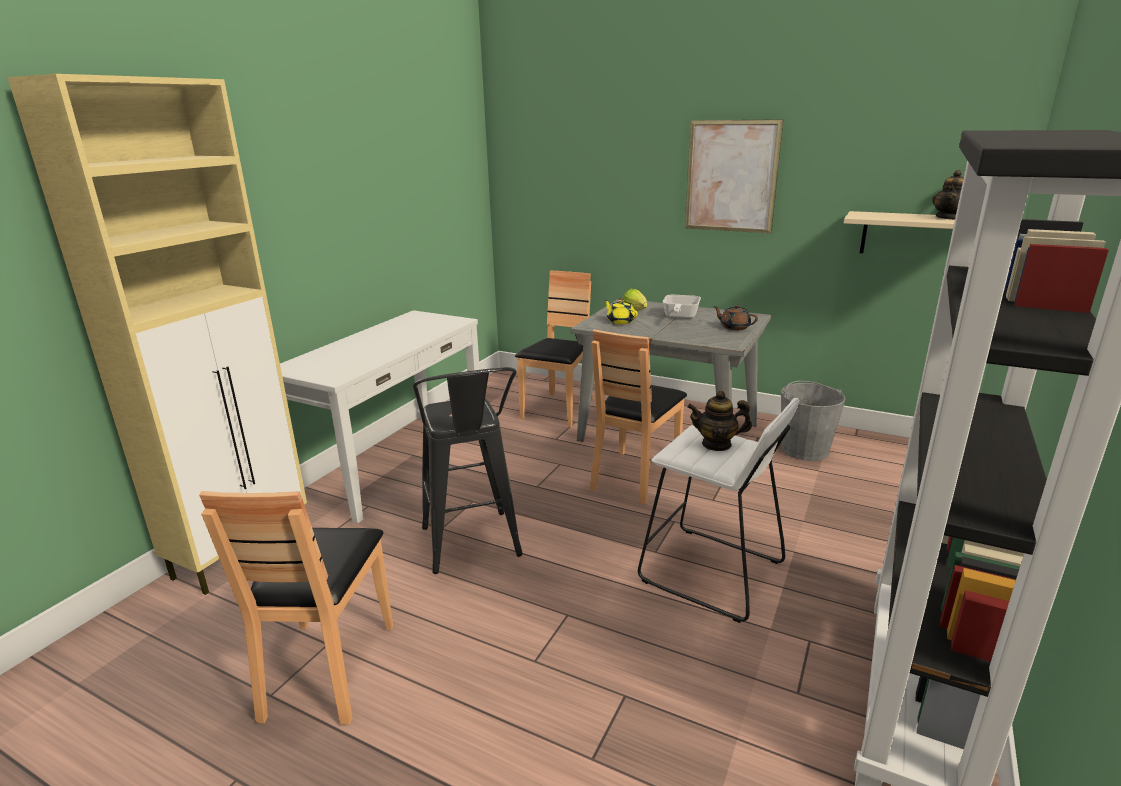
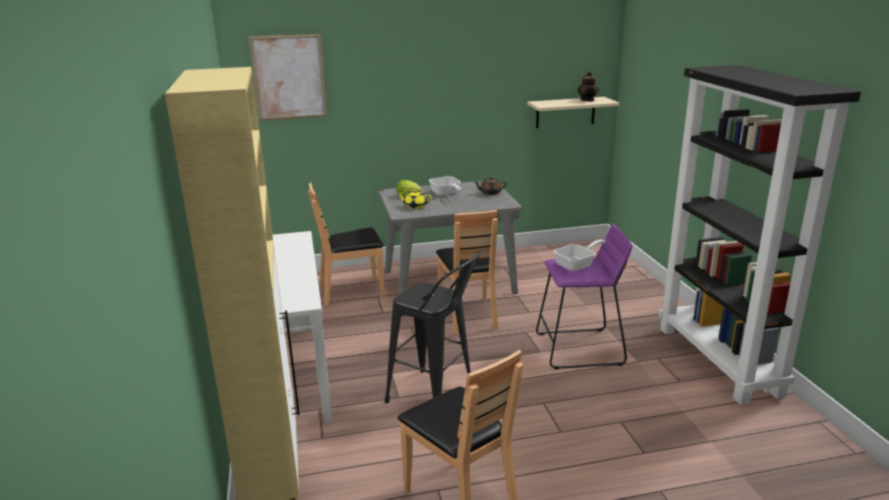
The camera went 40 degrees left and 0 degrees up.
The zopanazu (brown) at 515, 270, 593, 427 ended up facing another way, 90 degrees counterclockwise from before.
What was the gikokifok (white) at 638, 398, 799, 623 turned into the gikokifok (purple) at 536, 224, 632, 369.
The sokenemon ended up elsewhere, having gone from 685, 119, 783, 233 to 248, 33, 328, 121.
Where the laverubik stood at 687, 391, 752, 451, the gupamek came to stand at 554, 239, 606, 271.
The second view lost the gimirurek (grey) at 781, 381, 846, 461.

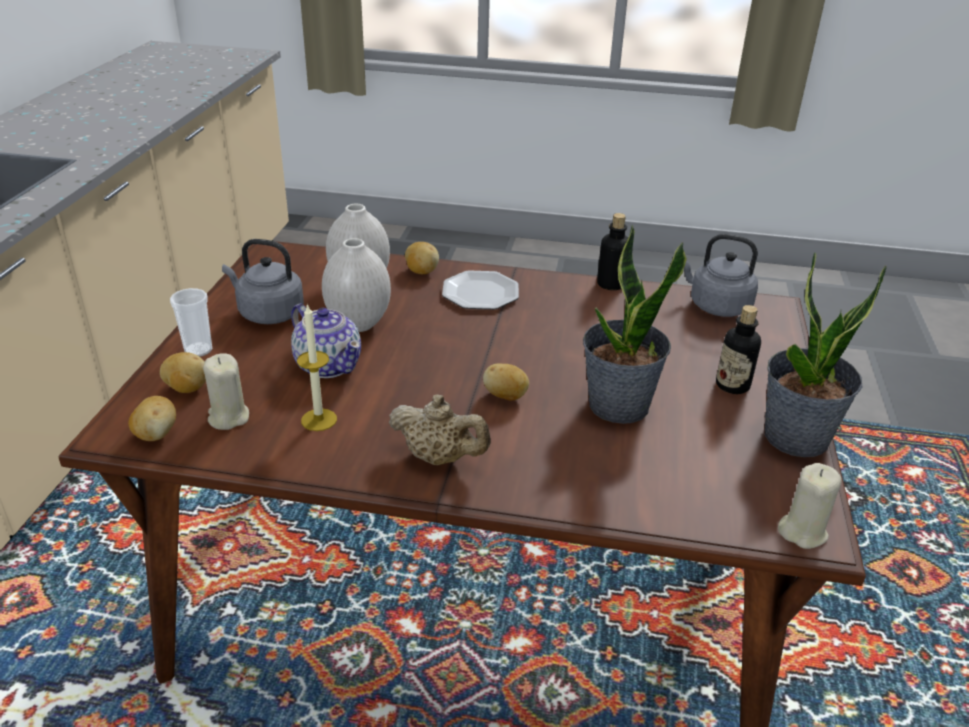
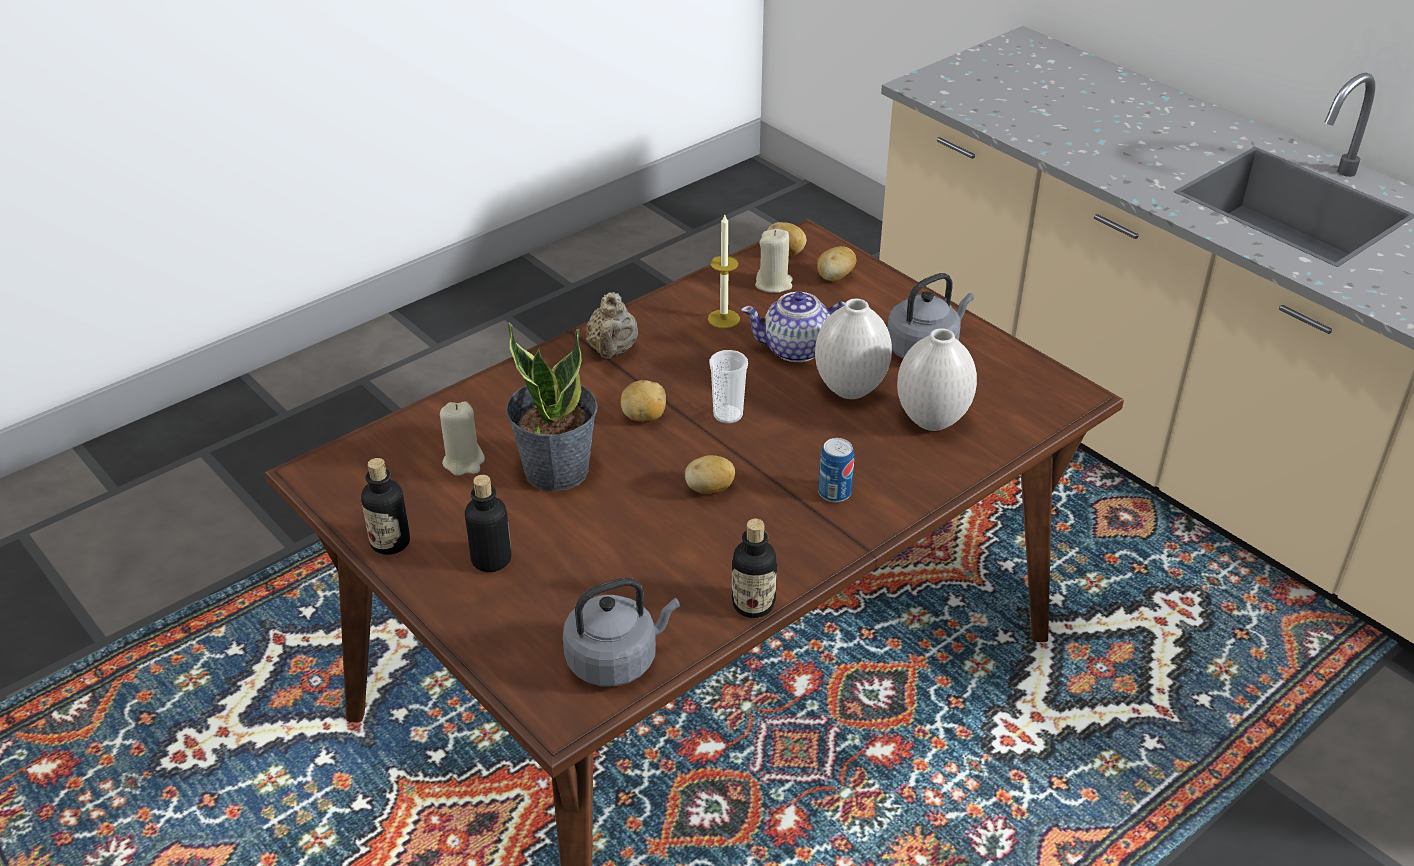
The camera went 130 degrees right and 5 degrees up.
The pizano ended up elsewhere, having gone from 170, 288, 212, 357 to 709, 350, 748, 424.
The laverubik (beige) at 389, 394, 491, 465 ended up facing another way, 60 degrees counterclockwise from before.
The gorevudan ended up elsewhere, having gone from 405, 242, 439, 274 to 685, 455, 735, 493.
Where the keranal stood at 442, 270, 519, 310, the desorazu came to stand at 818, 438, 854, 502.
Where the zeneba stood at 765, 252, 887, 457, the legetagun came to stand at 361, 458, 410, 555.
The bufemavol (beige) ended up elsewhere, having gone from 778, 463, 842, 549 to 440, 401, 485, 476.

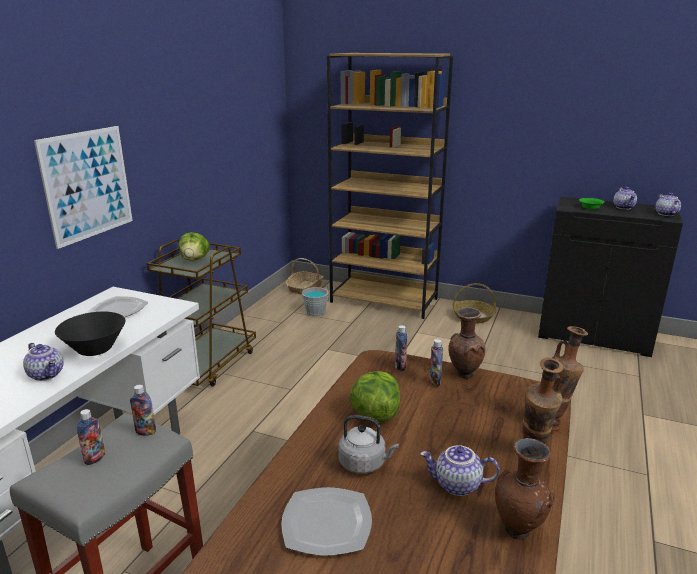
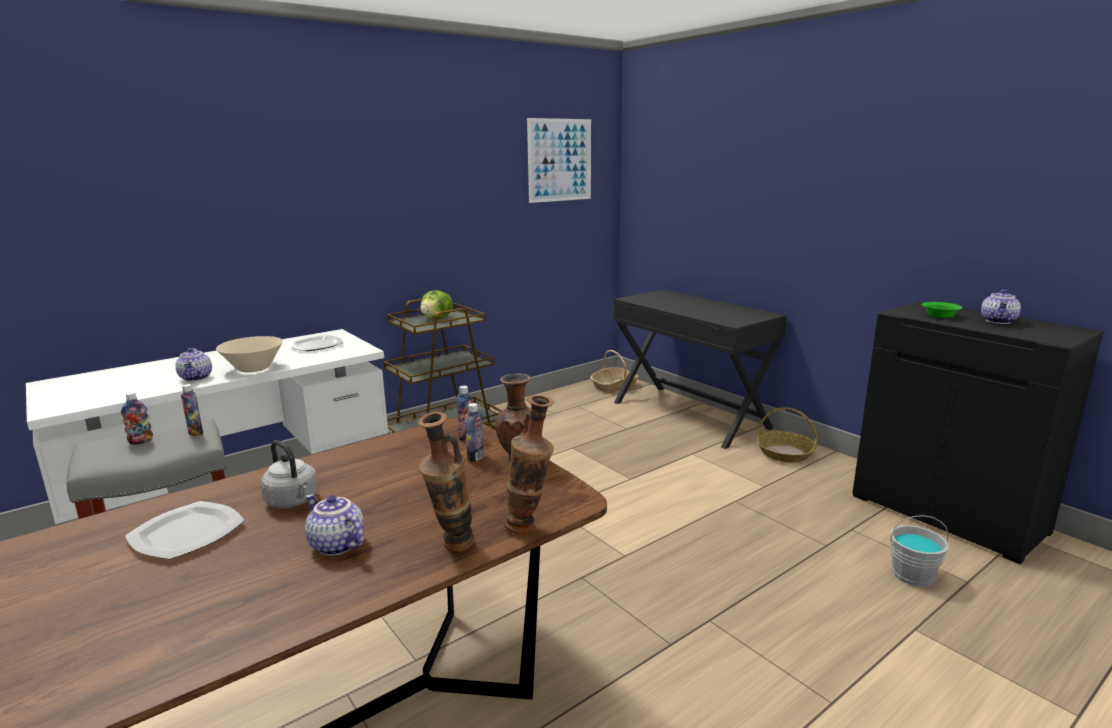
The camera went 30 degrees right and 5 degrees down.
The sokenemon ended up elsewhere, having gone from 34, 126, 133, 249 to 527, 118, 591, 203.
What was the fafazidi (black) at 55, 312, 125, 356 turned into the fafazidi (beige) at 216, 336, 283, 373.
The gimirurek (grey) ended up elsewhere, having gone from 302, 279, 329, 317 to 890, 515, 949, 587.
Where the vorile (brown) stood at 327, 53, 453, 319, the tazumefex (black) came to stand at 614, 290, 787, 449.
The second view lost the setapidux at 349, 371, 400, 423.
The second view lost the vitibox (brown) at 495, 438, 555, 539.
The second view lost the laverubik at 655, 193, 681, 216.

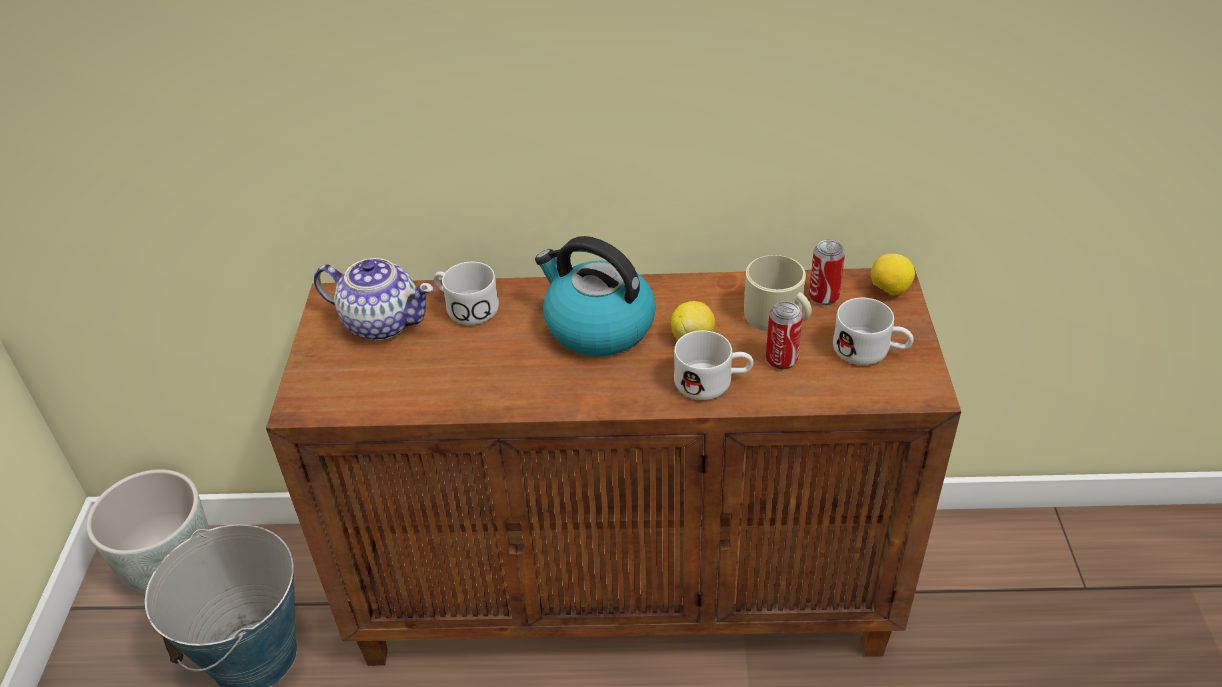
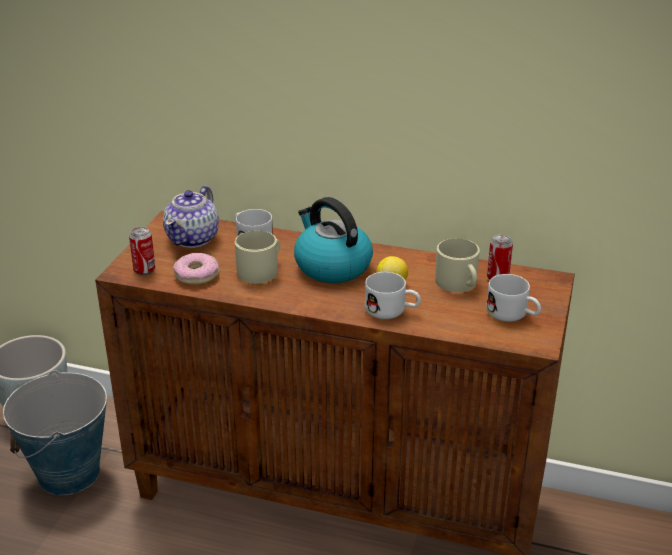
The camera went 15 degrees right and 10 degrees down.
The laverubik at 314, 258, 434, 341 ended up facing another way, 75 degrees clockwise from before.
The desorazu ended up elsewhere, having gone from 766, 301, 803, 369 to 129, 227, 155, 275.
The second view lost the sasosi at 871, 254, 915, 296.
The second view gained the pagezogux at 173, 253, 219, 285.
The second view gained the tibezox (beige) at 235, 231, 280, 283.

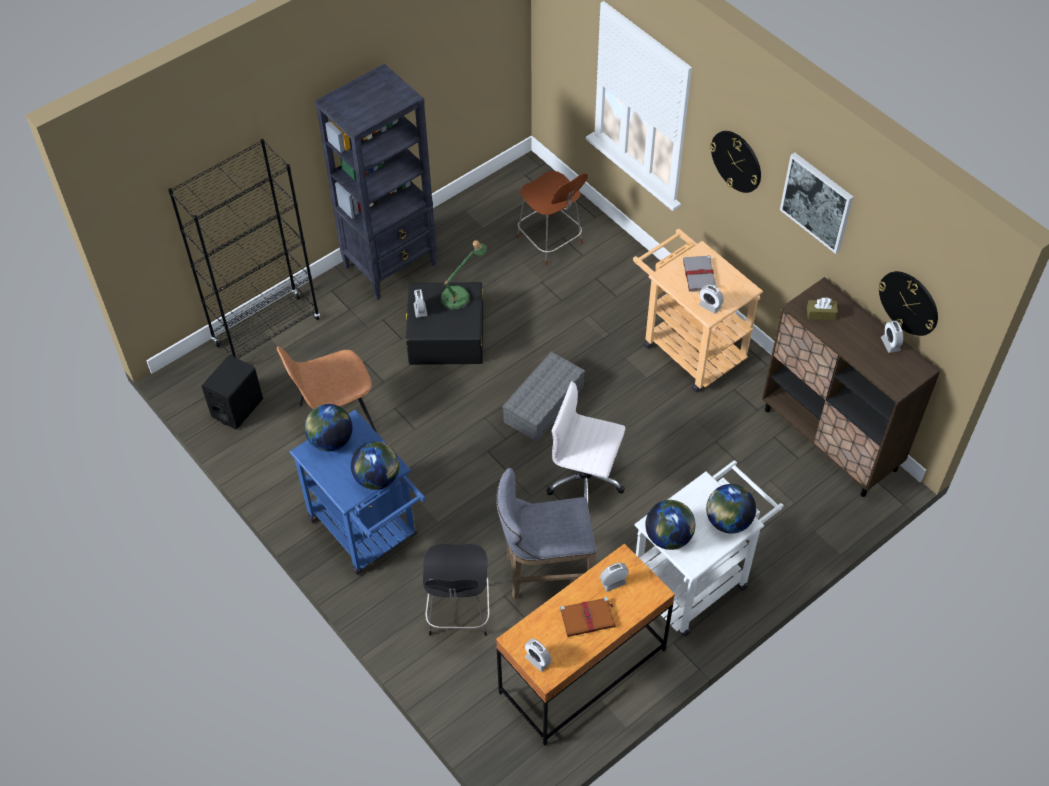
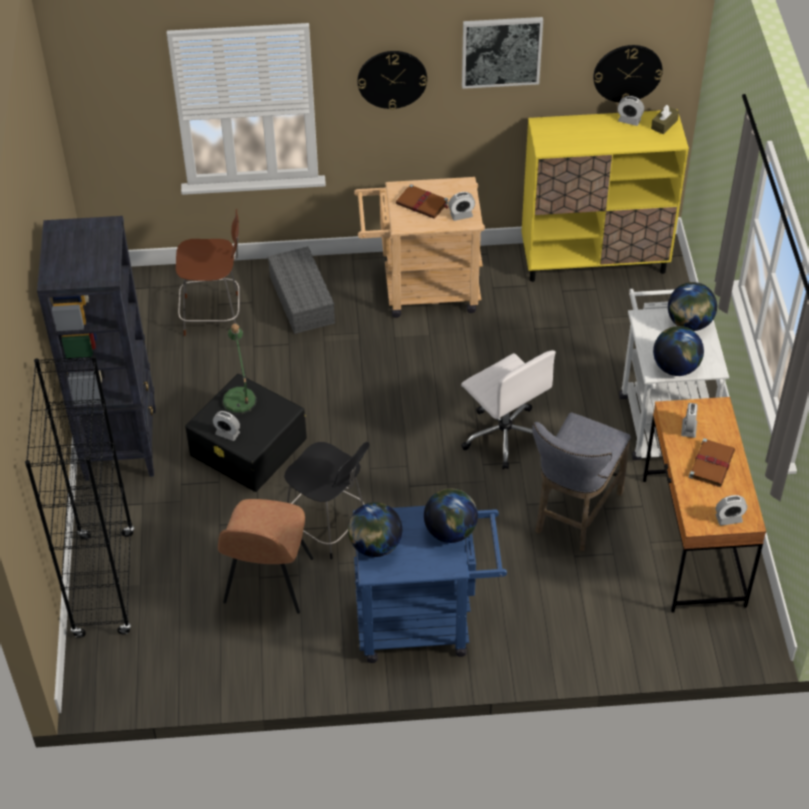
The camera went 55 degrees left and 5 degrees down.
The second view lost the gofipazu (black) at 202, 355, 263, 430.
The zopanazu (black) ended up elsewhere, having gone from 423, 544, 490, 636 to 284, 442, 370, 559.
The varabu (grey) ended up elsewhere, having gone from 502, 352, 585, 441 to 267, 246, 335, 334.
The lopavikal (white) at 546, 381, 625, 502 ended up facing another way, 90 degrees counterclockwise from before.
What was the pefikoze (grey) at 683, 255, 717, 292 turned into the pefikoze (brown) at 396, 184, 448, 219.
What was the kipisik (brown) at 762, 277, 941, 497 turned into the kipisik (yellow) at 521, 109, 689, 282.
The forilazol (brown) ended up elsewhere, having gone from 807, 298, 838, 320 to 651, 105, 679, 134.

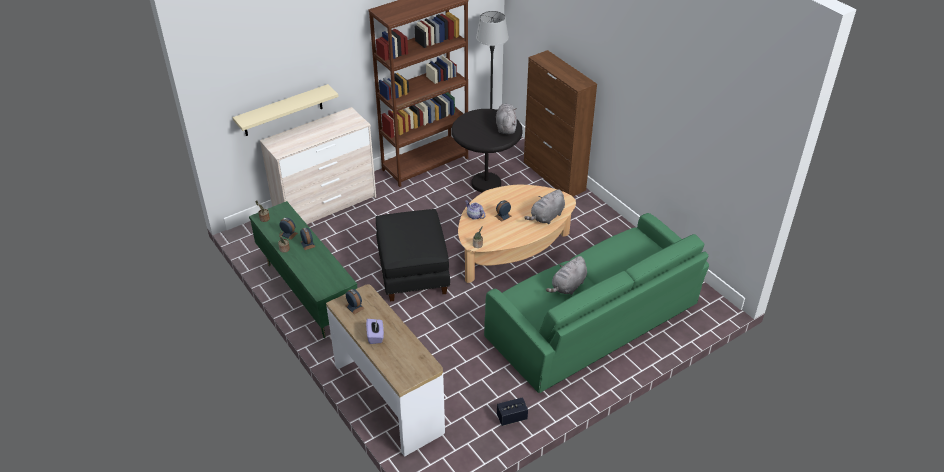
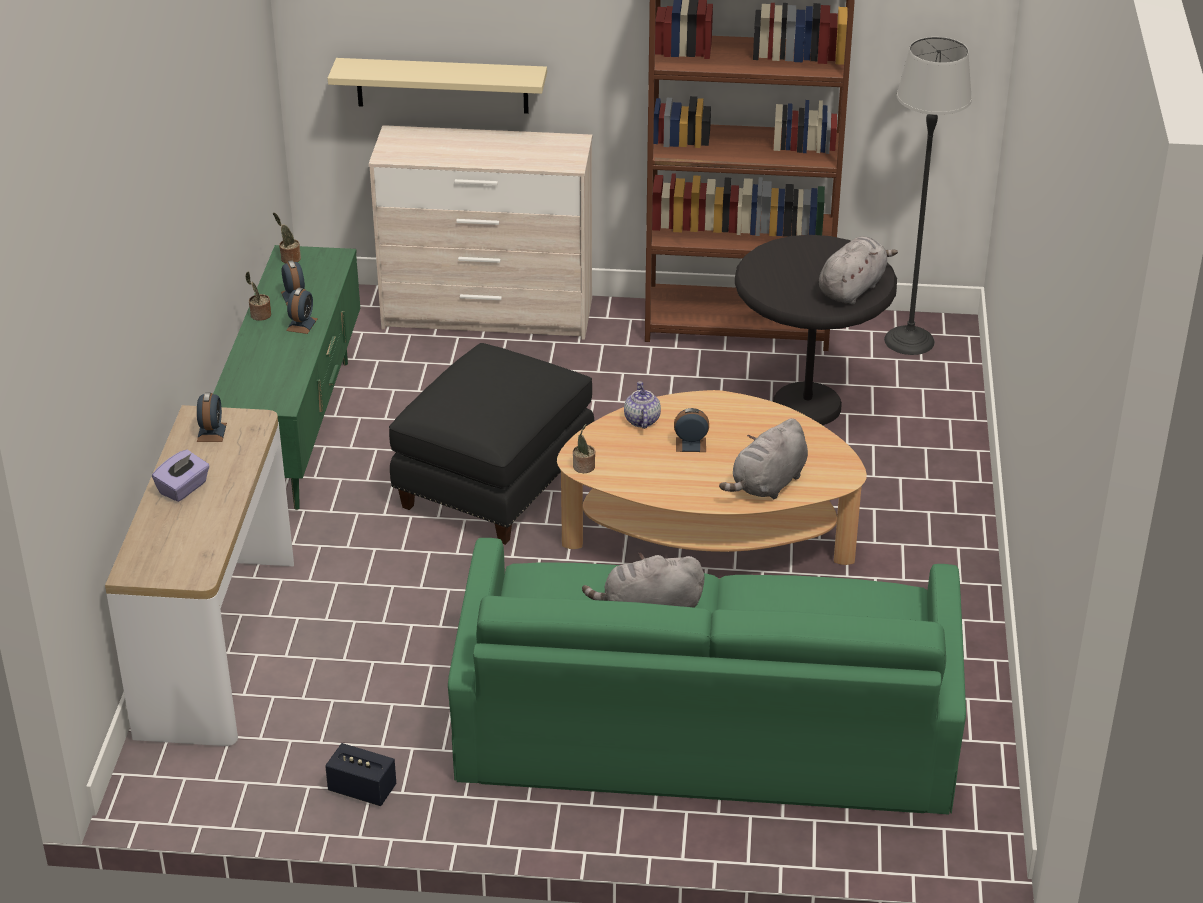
The camera went 40 degrees right and 5 degrees down.
The second view lost the kipisik (brown) at 524, 50, 597, 196.
The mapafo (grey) at 524, 189, 565, 224 ended up facing another way, 45 degrees counterclockwise from before.

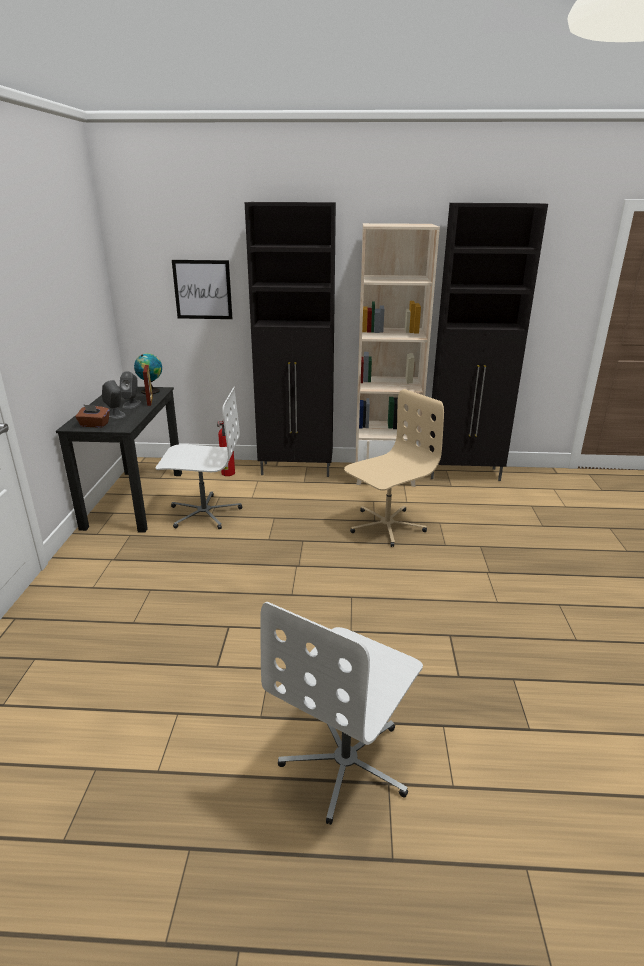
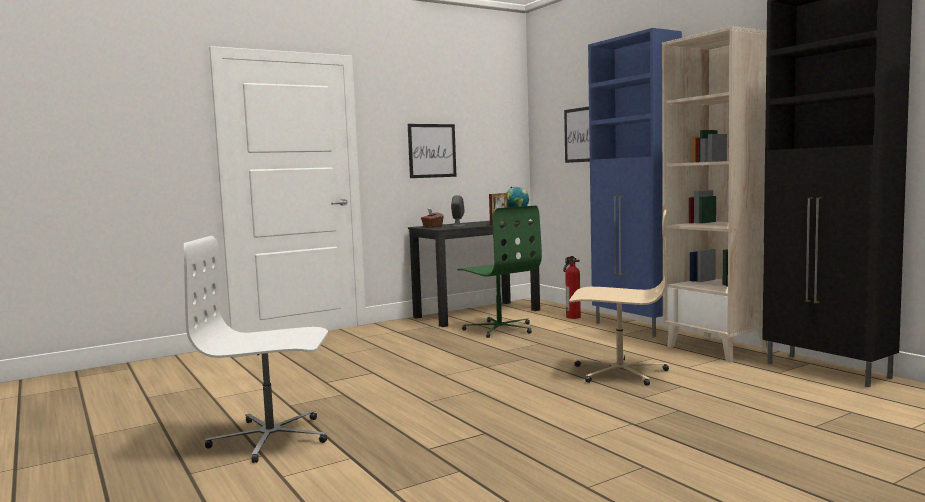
The camera went 55 degrees right and 20 degrees down.
The second view lost the gofipazu (grey) at 119, 371, 142, 409.
What was the lopavikal (white) at 156, 386, 242, 529 turned into the lopavikal (green) at 458, 206, 542, 338.
What was the kipisik (black) at 245, 202, 336, 477 turned into the kipisik (blue) at 588, 28, 682, 337.
The second view gained the sokenemon at 408, 124, 456, 178.

